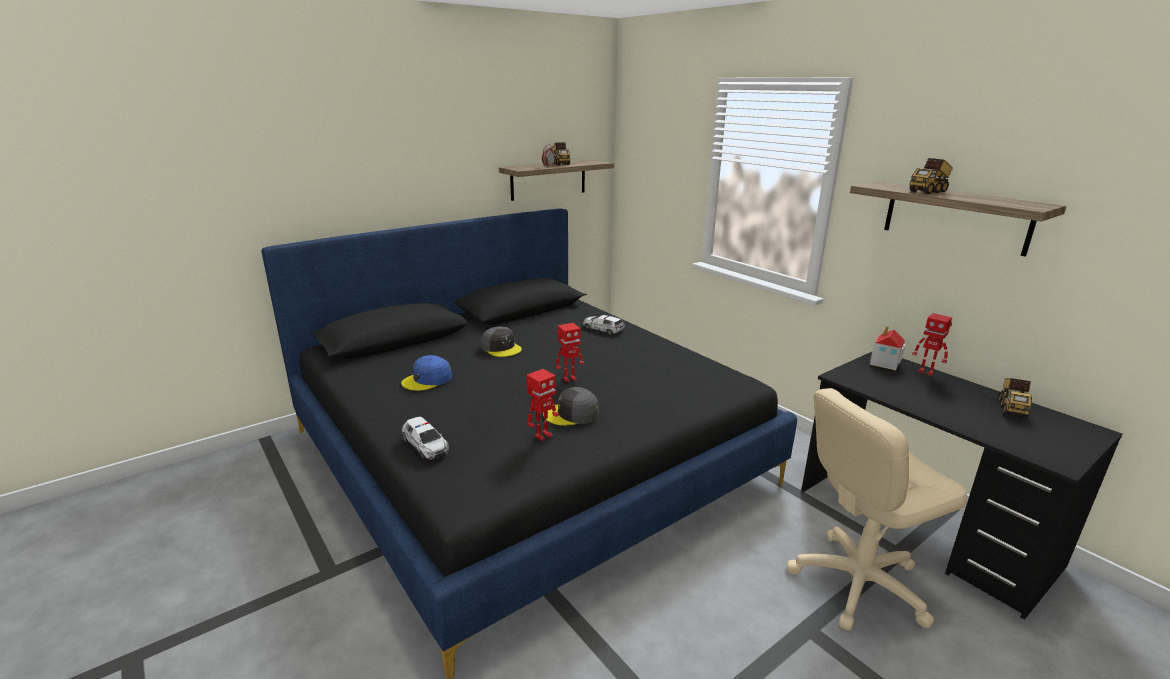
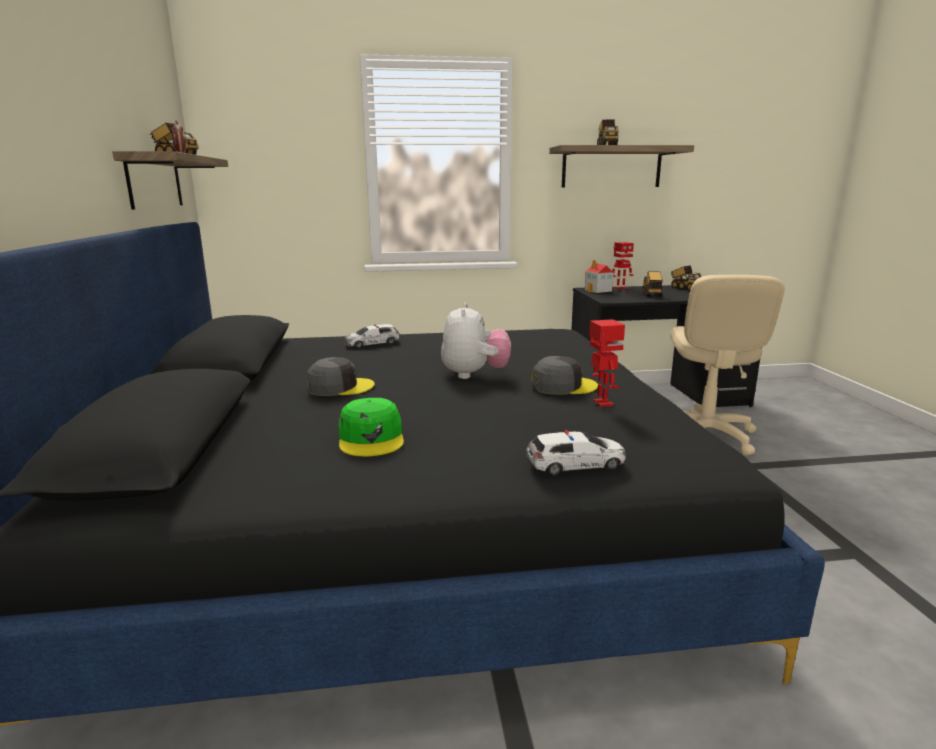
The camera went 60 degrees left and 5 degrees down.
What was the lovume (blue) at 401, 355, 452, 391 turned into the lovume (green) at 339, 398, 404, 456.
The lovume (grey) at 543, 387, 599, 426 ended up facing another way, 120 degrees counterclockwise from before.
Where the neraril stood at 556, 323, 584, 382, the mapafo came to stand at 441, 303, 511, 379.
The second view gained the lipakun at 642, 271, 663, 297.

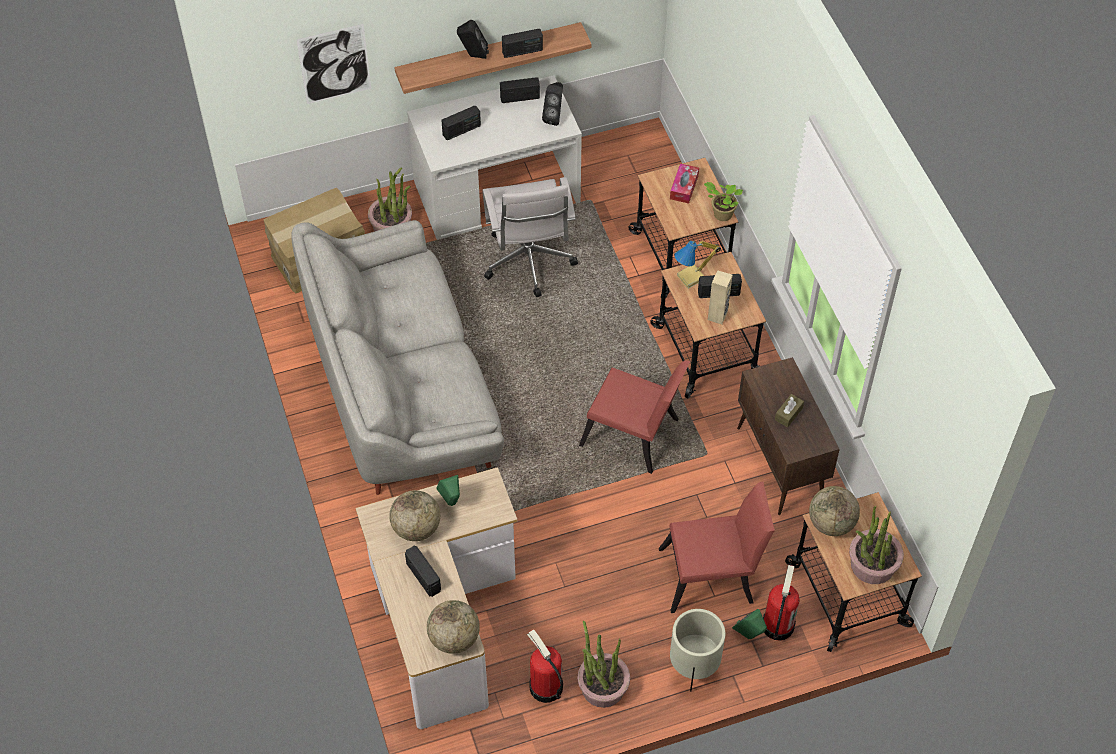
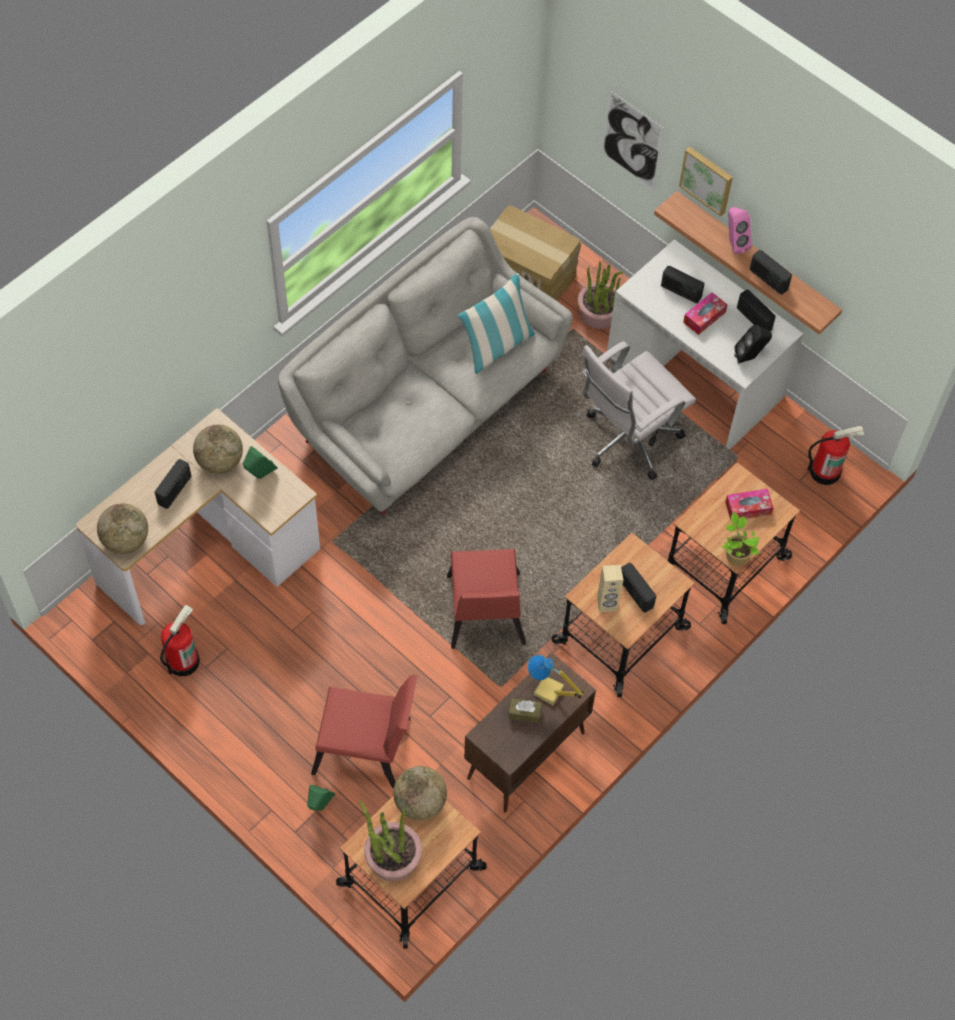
The camera went 60 degrees right and 5 degrees up.
What was the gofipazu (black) at 457, 20, 489, 59 turned into the gofipazu (pink) at 728, 207, 752, 255.
The second view lost the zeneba at 578, 621, 630, 708.
The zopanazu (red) at 659, 482, 775, 613 ended up facing another way, 45 degrees counterclockwise from before.
The second view lost the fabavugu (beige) at 670, 609, 725, 691.
The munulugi ended up elsewhere, having gone from 674, 241, 721, 288 to 528, 655, 584, 705.
The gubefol ended up elsewhere, having gone from 763, 565, 800, 641 to 808, 425, 865, 485.
The second view gained the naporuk at 457, 273, 536, 374.
The second view gained the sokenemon at 679, 147, 733, 216.
The second view gained the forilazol at 683, 292, 727, 335.

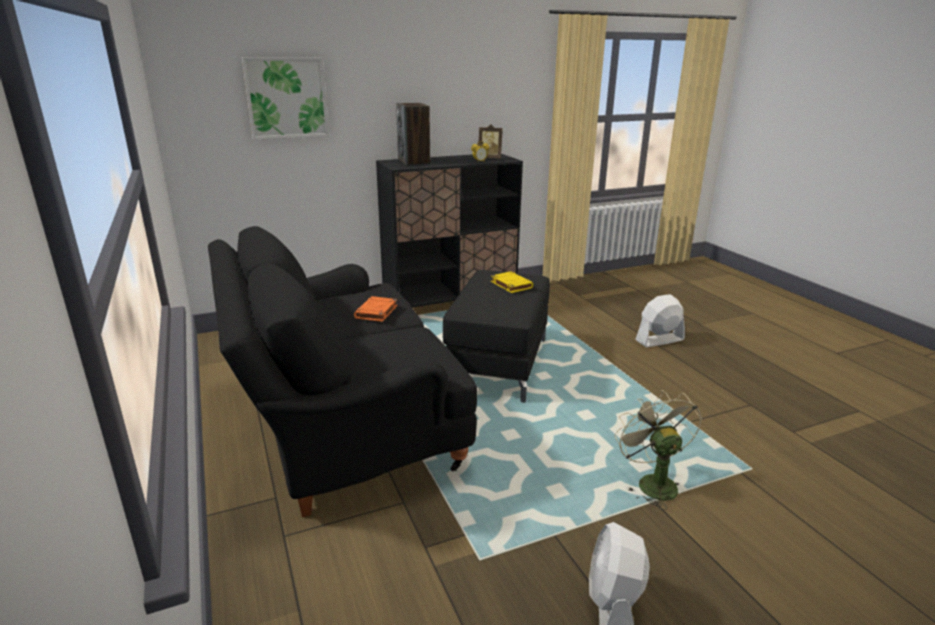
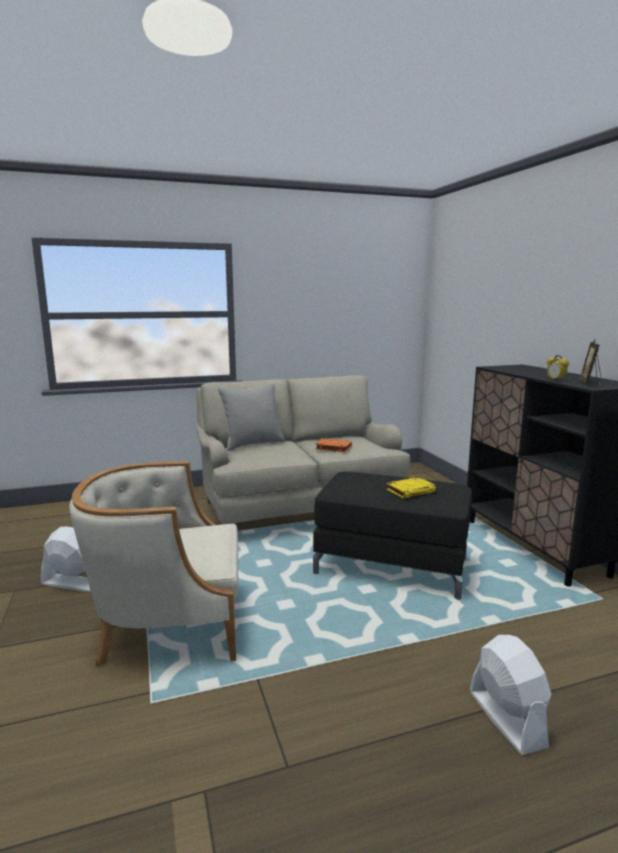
The camera went 95 degrees right and 10 degrees down.
What was the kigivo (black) at 208, 226, 477, 517 turned into the kigivo (beige) at 196, 375, 410, 525.
The second view lost the sokenemon at 242, 57, 329, 140.
The second view lost the gofipazu at 396, 103, 430, 165.
Where the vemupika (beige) stood at 614, 390, 702, 510, the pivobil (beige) came to stand at 69, 461, 238, 667.
The second view gained the naporuk (grey) at 218, 383, 285, 451.

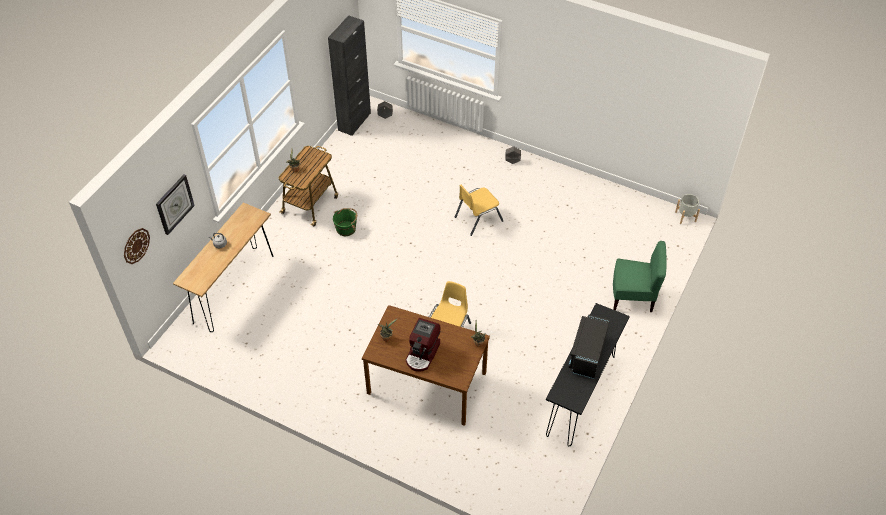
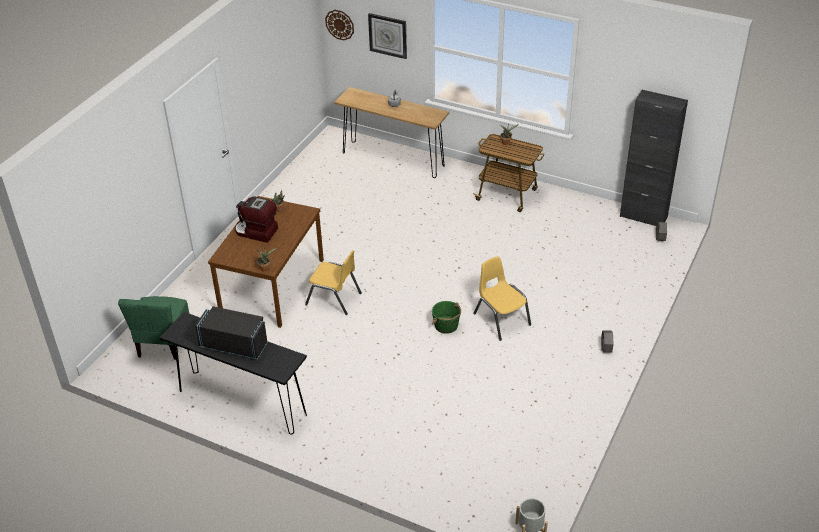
The camera went 90 degrees right and 10 degrees down.
The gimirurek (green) ended up elsewhere, having gone from 333, 208, 357, 236 to 432, 301, 461, 334.
The zopanazu (green) ended up elsewhere, having gone from 613, 241, 667, 312 to 118, 296, 189, 360.

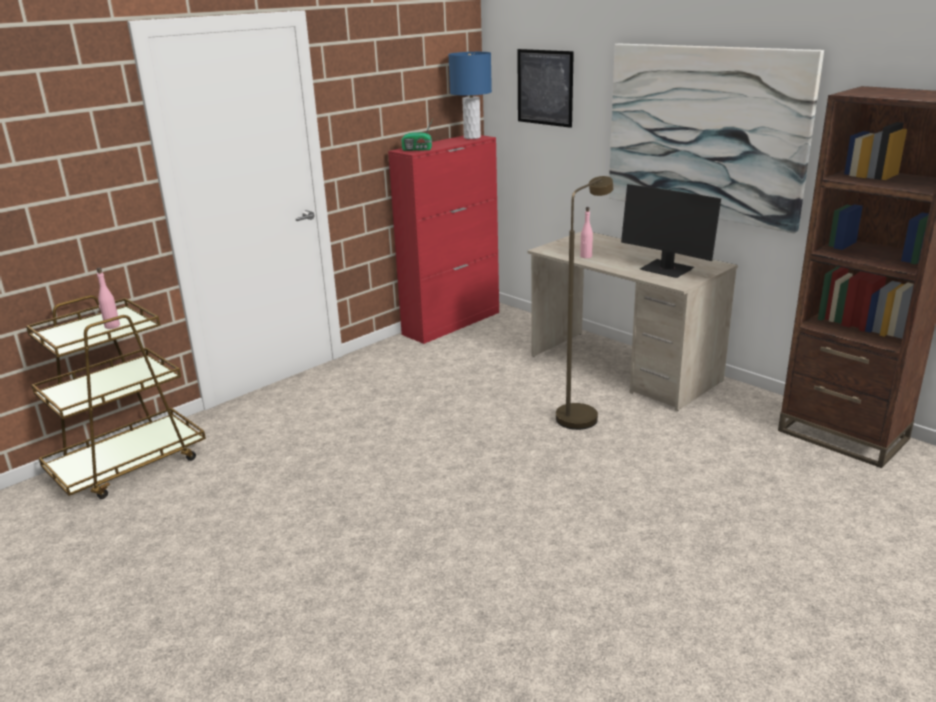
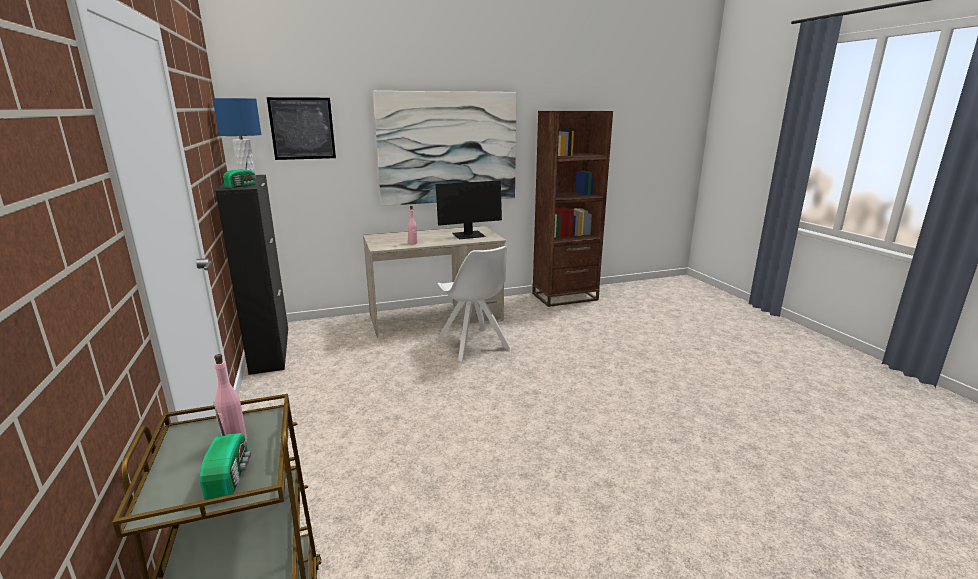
The camera went 65 degrees left and 5 degrees down.
What was the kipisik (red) at 388, 135, 499, 344 turned into the kipisik (black) at 215, 175, 288, 375.
Where the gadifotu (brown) stood at 556, 176, 613, 430, the zopanazu (white) came to stand at 437, 246, 511, 361.
The second view gained the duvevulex at 199, 402, 251, 500.

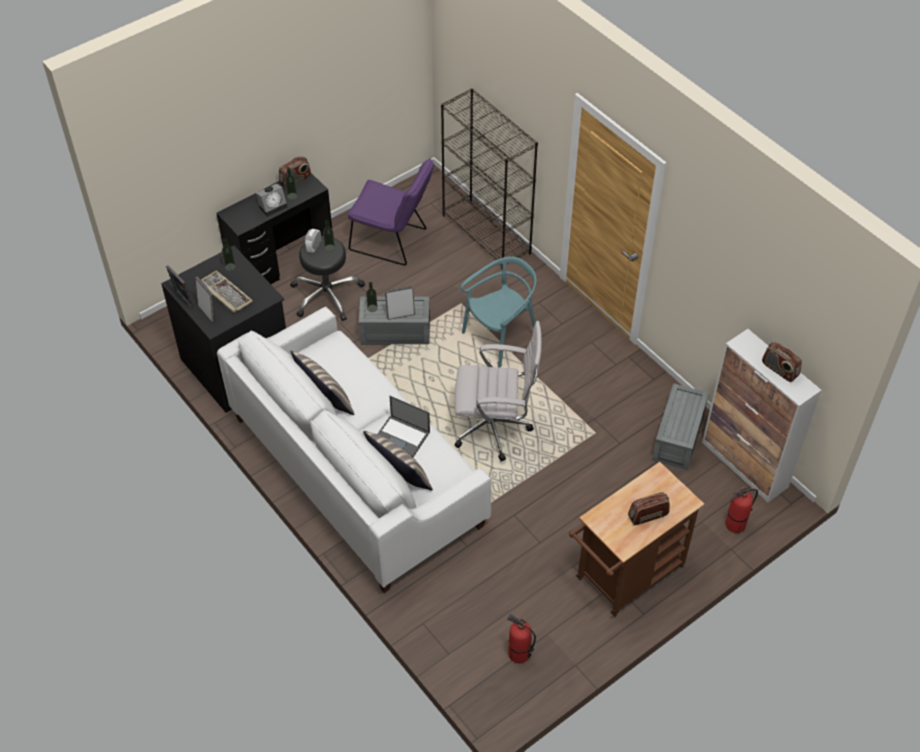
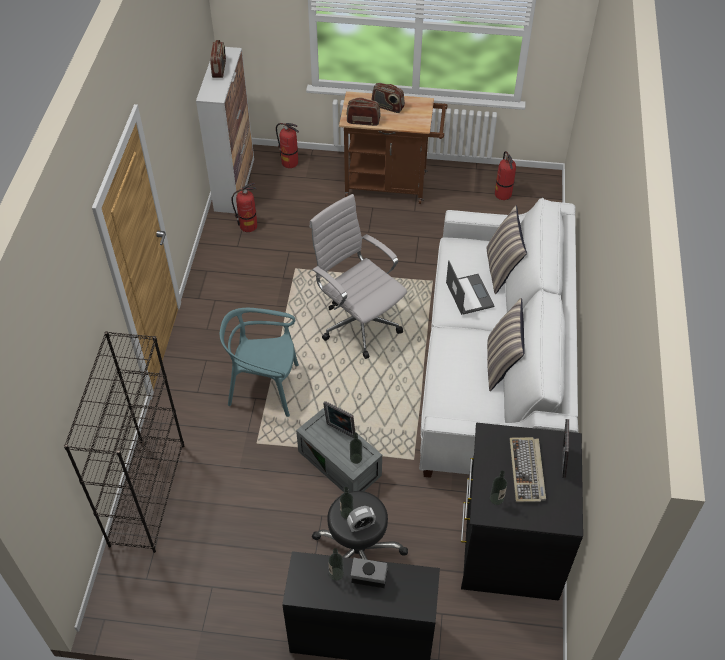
The camera went 135 degrees left and 0 degrees up.
The second view lost the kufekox at 166, 265, 194, 308.
The duvevulex ended up elsewhere, having gone from 279, 156, 311, 189 to 346, 98, 381, 126.
The second view lost the zopanazu (purple) at 347, 158, 434, 265.
Where the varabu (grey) stood at 652, 383, 709, 470, the gubefol came to stand at 231, 183, 257, 232.

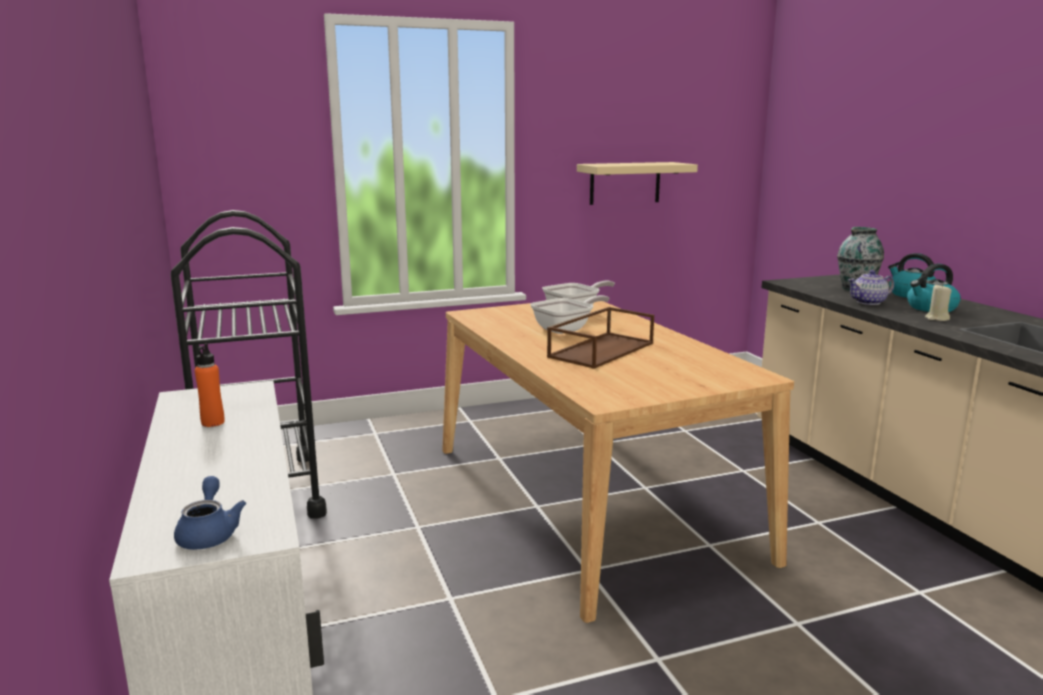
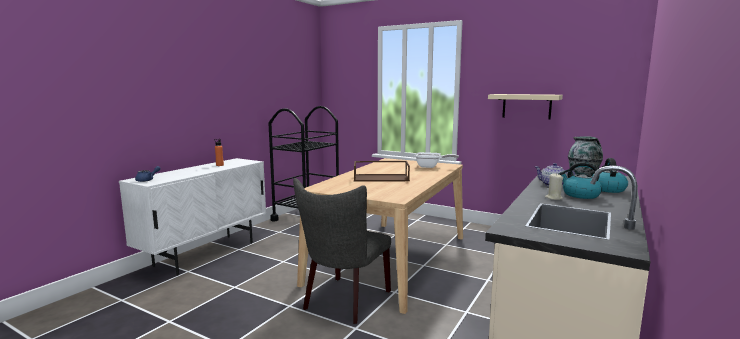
The camera went 50 degrees right and 5 degrees down.
The second view lost the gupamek at 530, 295, 610, 334.
The second view gained the zopanazu (grey) at 293, 178, 391, 324.

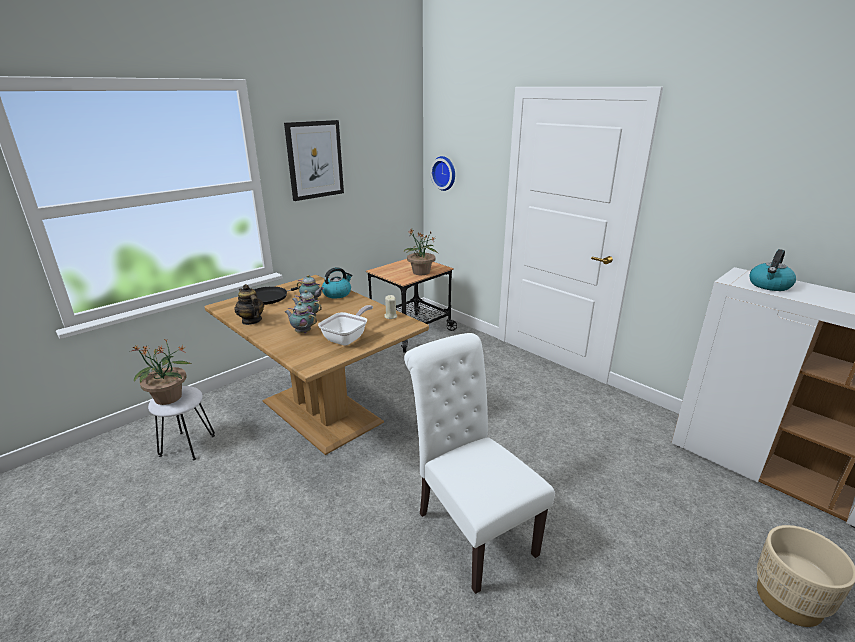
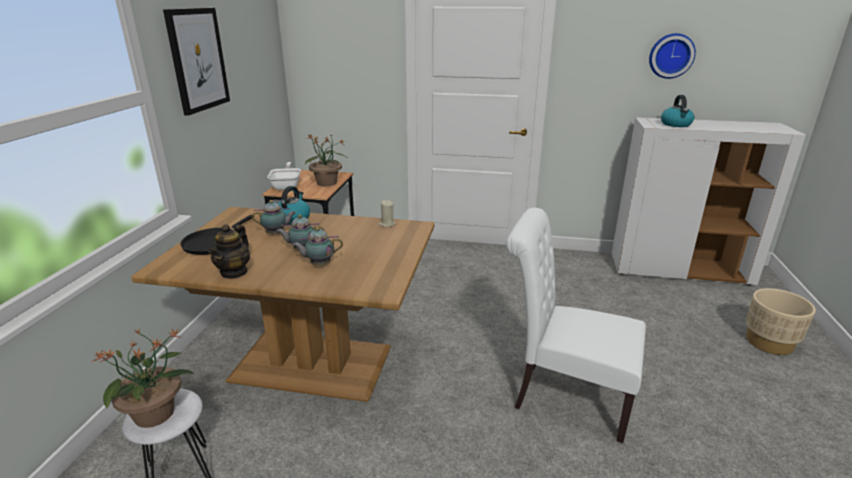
The camera went 35 degrees left and 0 degrees up.
The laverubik at 234, 284, 264, 325 ended up facing another way, 90 degrees counterclockwise from before.
The gupamek ended up elsewhere, having gone from 318, 305, 373, 346 to 267, 162, 301, 190.
The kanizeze ended up elsewhere, having gone from 430, 156, 455, 191 to 649, 33, 696, 79.

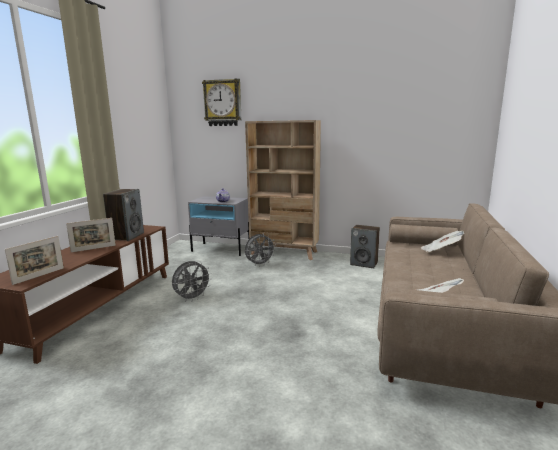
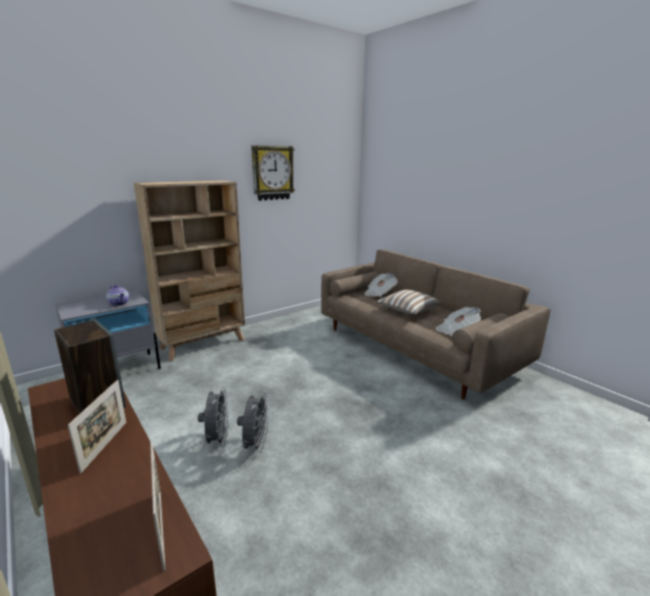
The camera went 55 degrees left and 5 degrees up.
The kanizeze ended up elsewhere, having gone from 202, 78, 242, 126 to 251, 145, 295, 201.
The vemupika (grey) ended up elsewhere, having gone from 245, 234, 276, 266 to 237, 392, 270, 453.
The second view lost the gofipazu at 350, 225, 380, 268.
The second view gained the naporuk at 377, 289, 441, 315.

